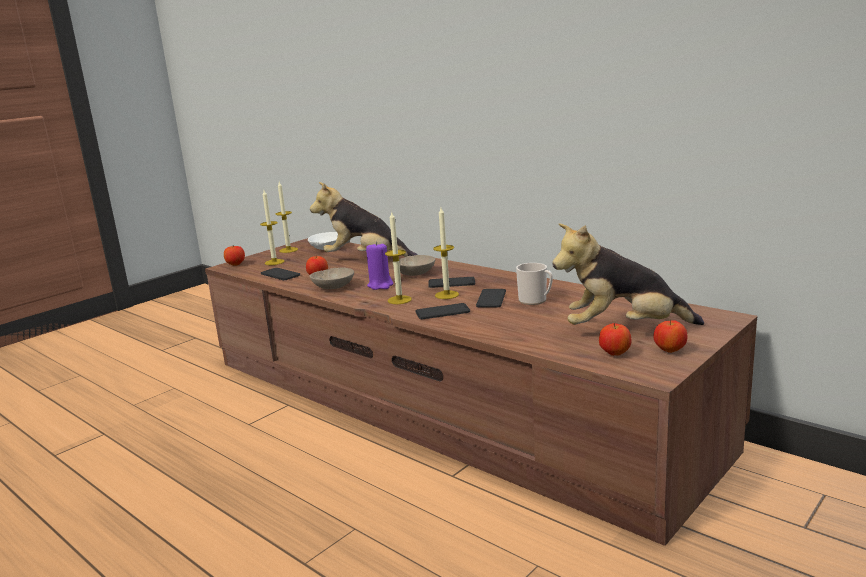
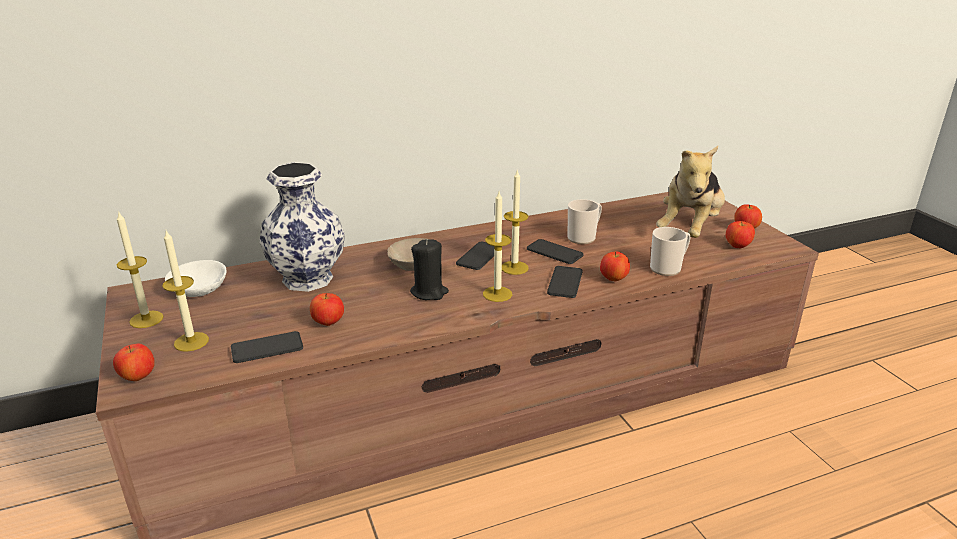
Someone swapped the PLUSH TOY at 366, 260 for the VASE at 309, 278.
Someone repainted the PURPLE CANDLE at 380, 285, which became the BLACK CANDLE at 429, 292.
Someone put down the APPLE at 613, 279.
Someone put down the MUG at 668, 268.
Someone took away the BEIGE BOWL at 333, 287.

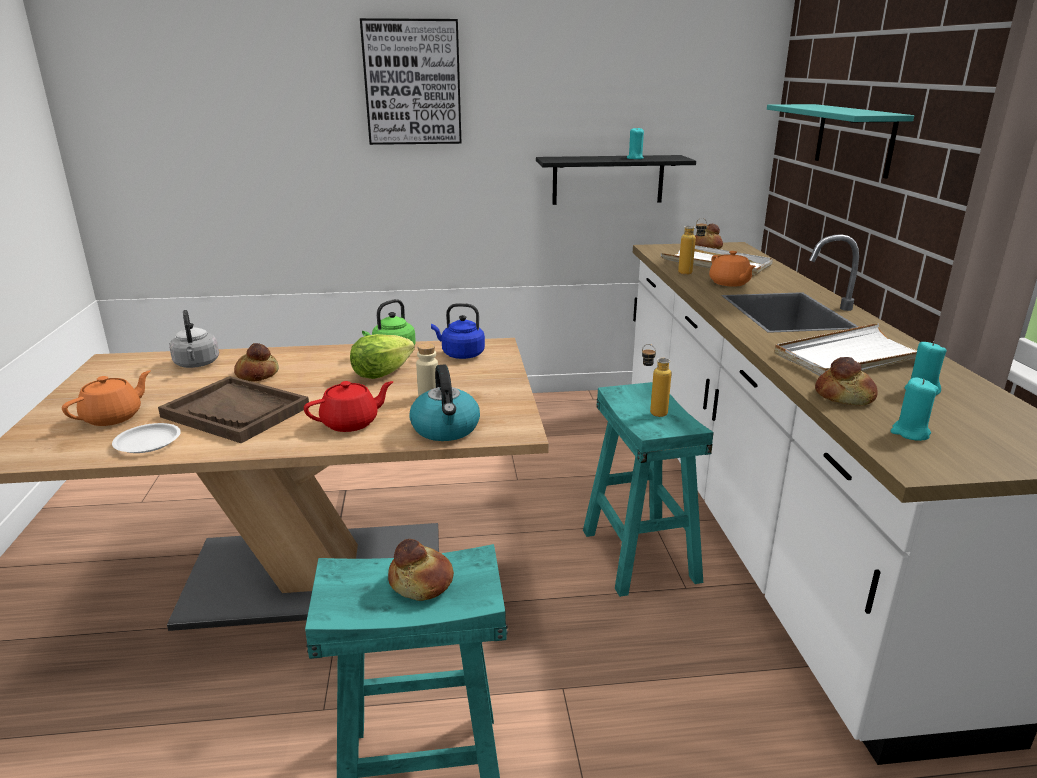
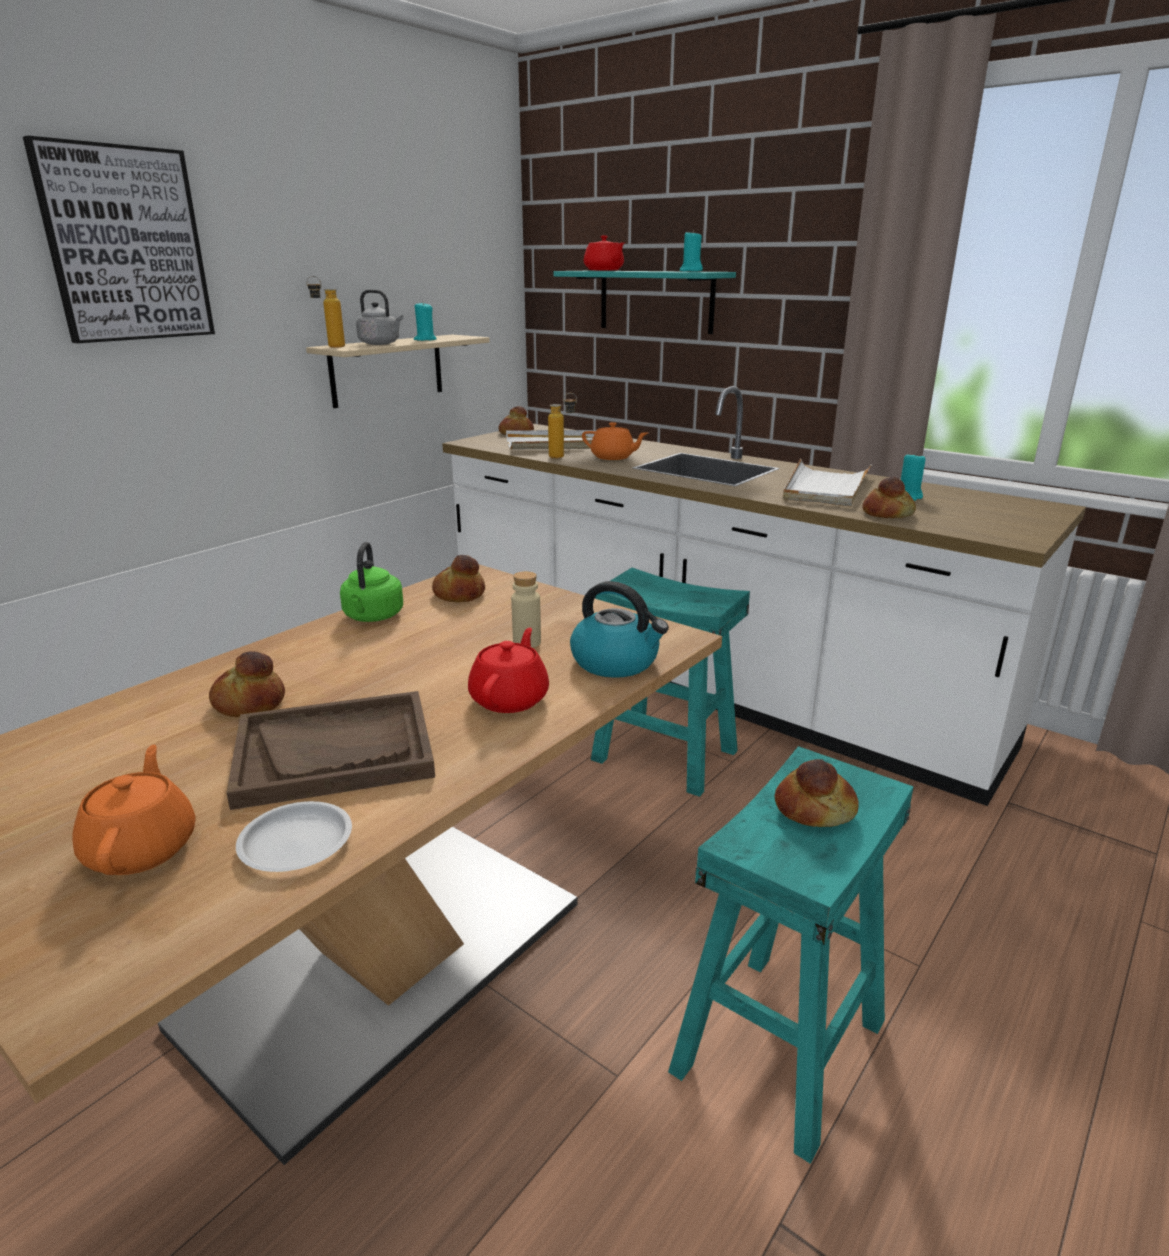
Someone carried the BOTTLE from 652, 411 to 329, 347.
Someone repainted the BLACK SHELF at 608, 179, which became the BEIGE SHELF at 387, 370.
Someone carried the GREY KETTLE from 197, 364 to 381, 344.
Someone swapped the BLUE KETTLE at 460, 354 for the BREAD at 458, 594.
Someone put down the RED TEAPOT at 604, 270.
Someone carried the TURQUOISE CANDLE from 910, 433 to 690, 271.
Someone took away the LETTUCE at 381, 373.

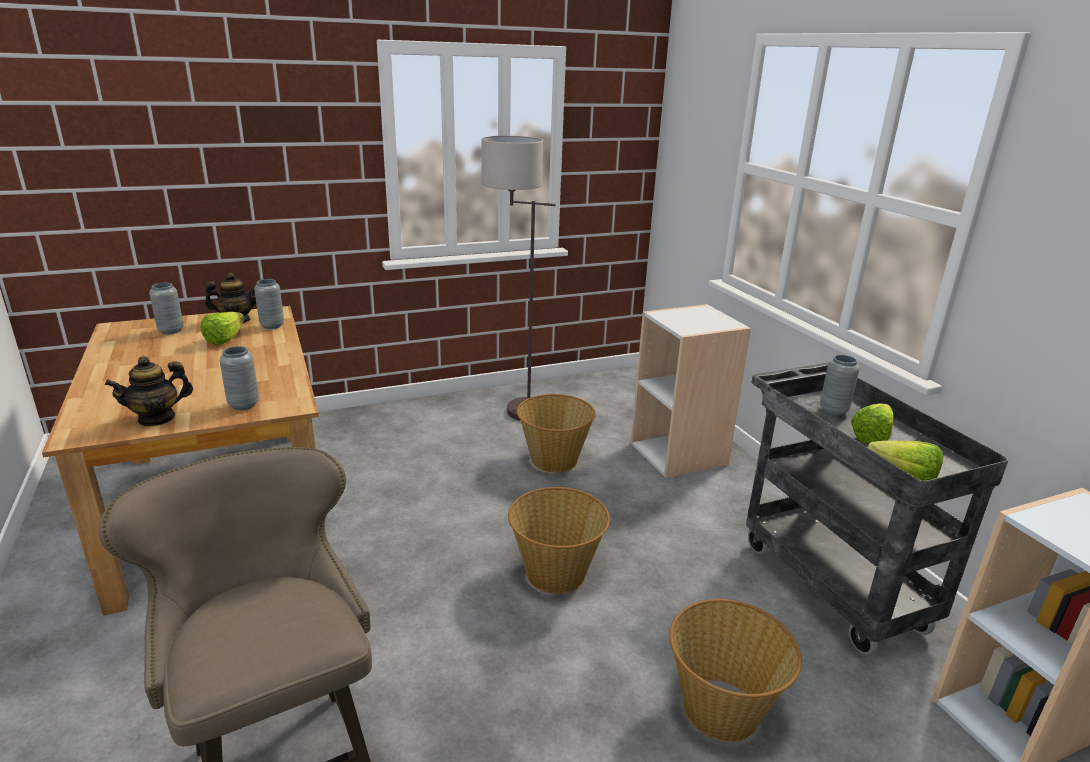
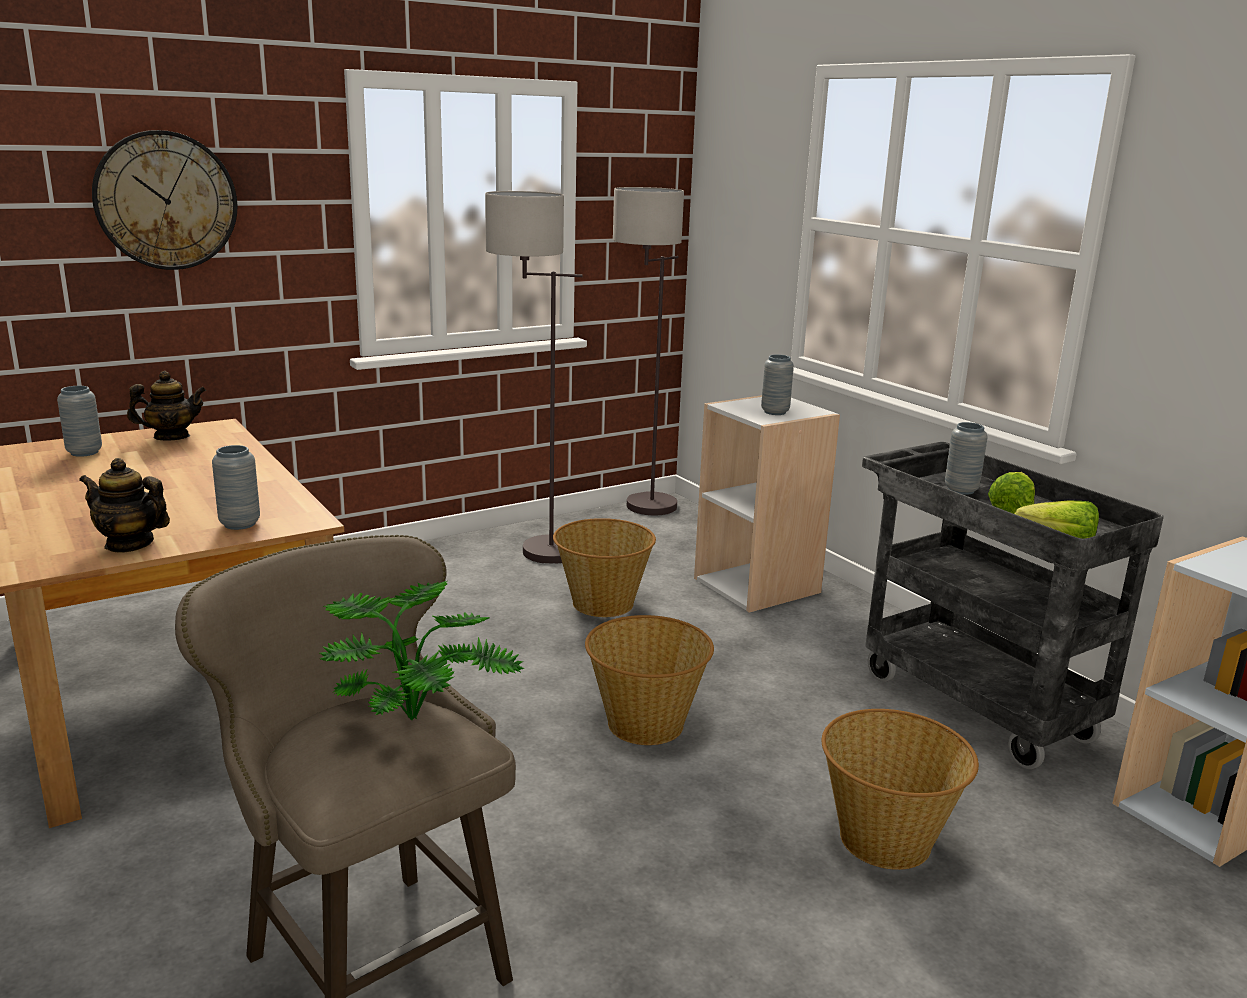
Someone rotated the TEAPOT at 157, 418 by 60 degrees clockwise.
Someone put up the WALL CLOCK at 166, 201.
Someone put down the POTTED PLANT at 417, 712.
Someone put down the GREY FLOOR LAMP at 641, 510.
Someone carried the GREY VASE from 272, 326 to 775, 412.
Someone took away the LETTUCE at 229, 338.

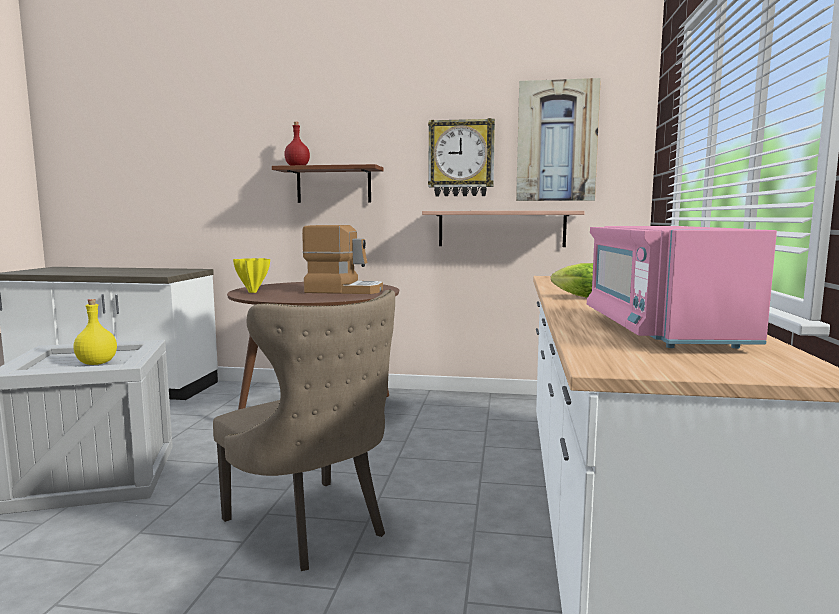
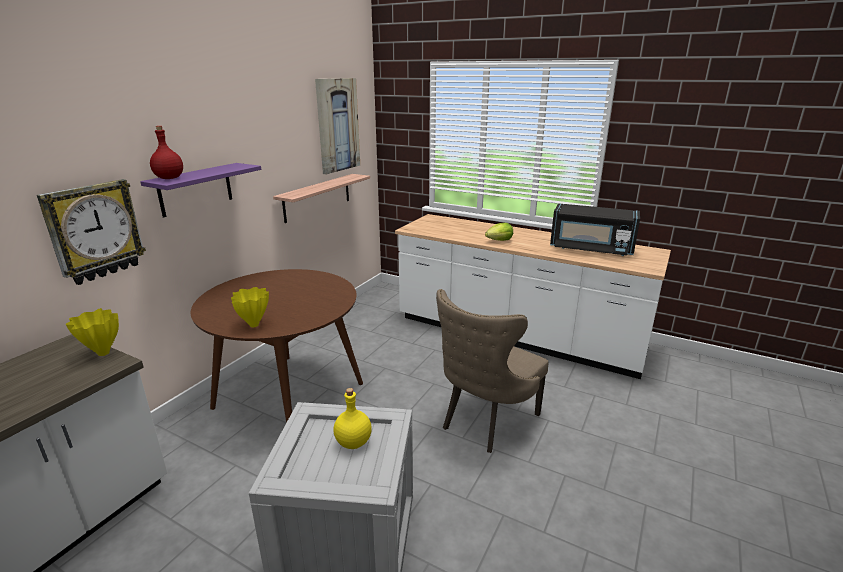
Someone carried the WALL CLOCK from 461, 158 to 94, 231.
Someone put down the YELLOW VASE at 102, 353.
Someone repainted the BROWN SHELF at 333, 185, which became the PURPLE SHELF at 196, 189.
Someone rotated the BEIGE CHAIR at 312, 526 by 150 degrees clockwise.
Someone repainted the PINK MICROWAVE at 661, 330, which became the BLACK MICROWAVE at 591, 249.
Someone took away the COFFEE MACHINE at 344, 290.

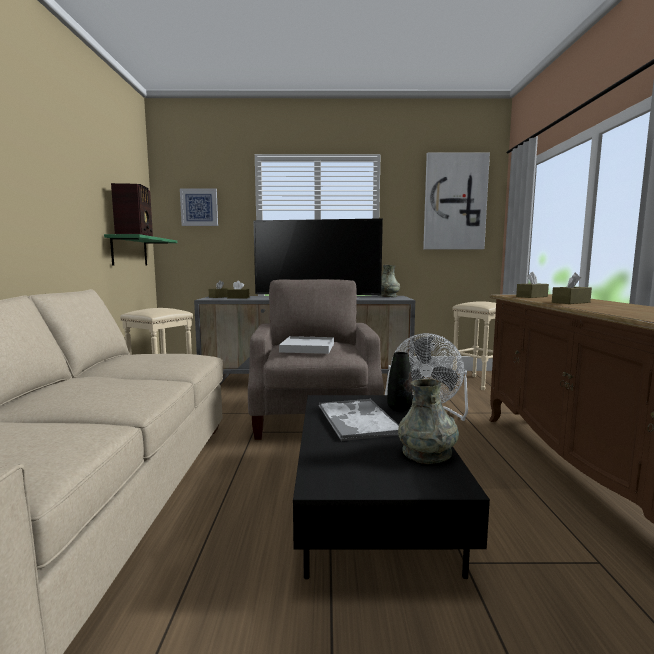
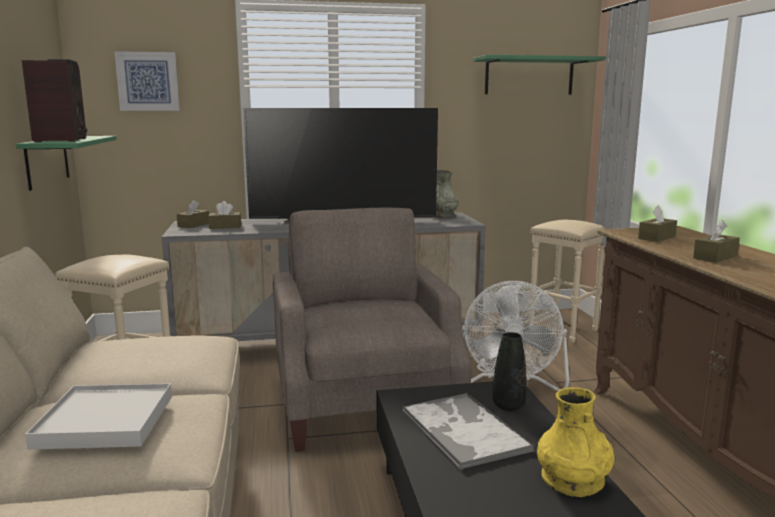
Someone carried the WHITE TRAY from 308, 348 to 106, 421.
Someone swapped the PICTURE at 455, 202 for the GREEN SHELF at 529, 76.
Someone repainted the GREY VASE at 427, 453, which became the YELLOW VASE at 572, 479.

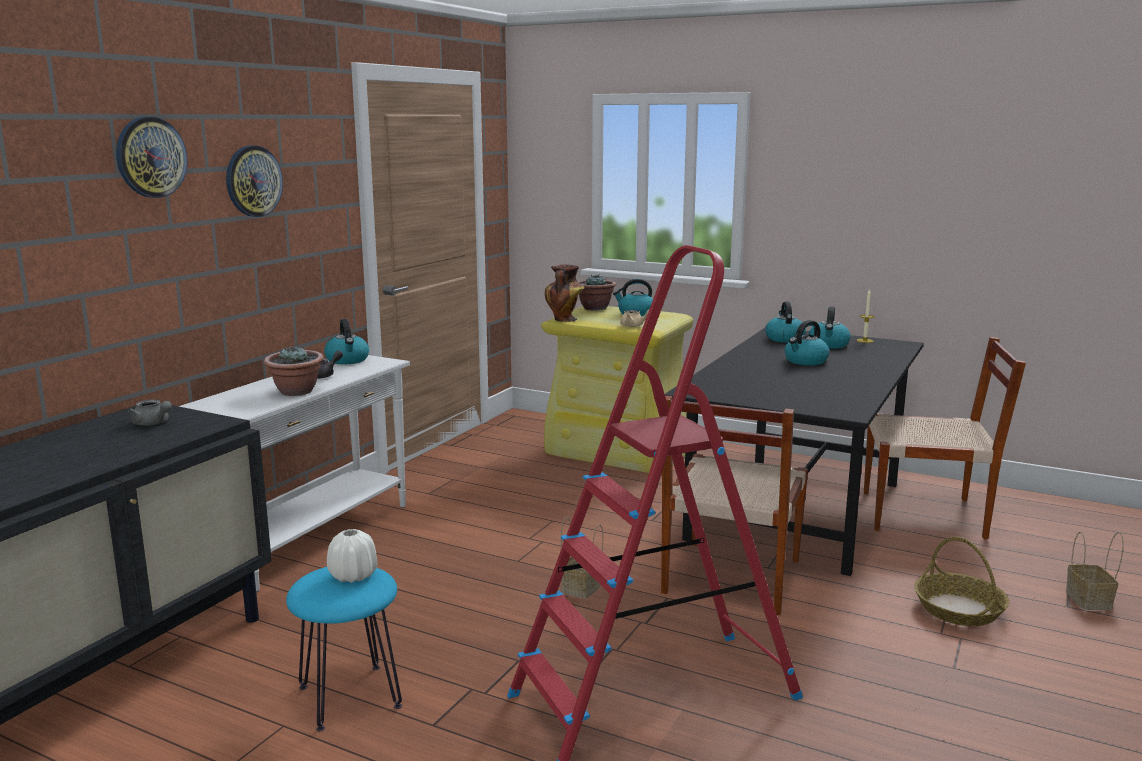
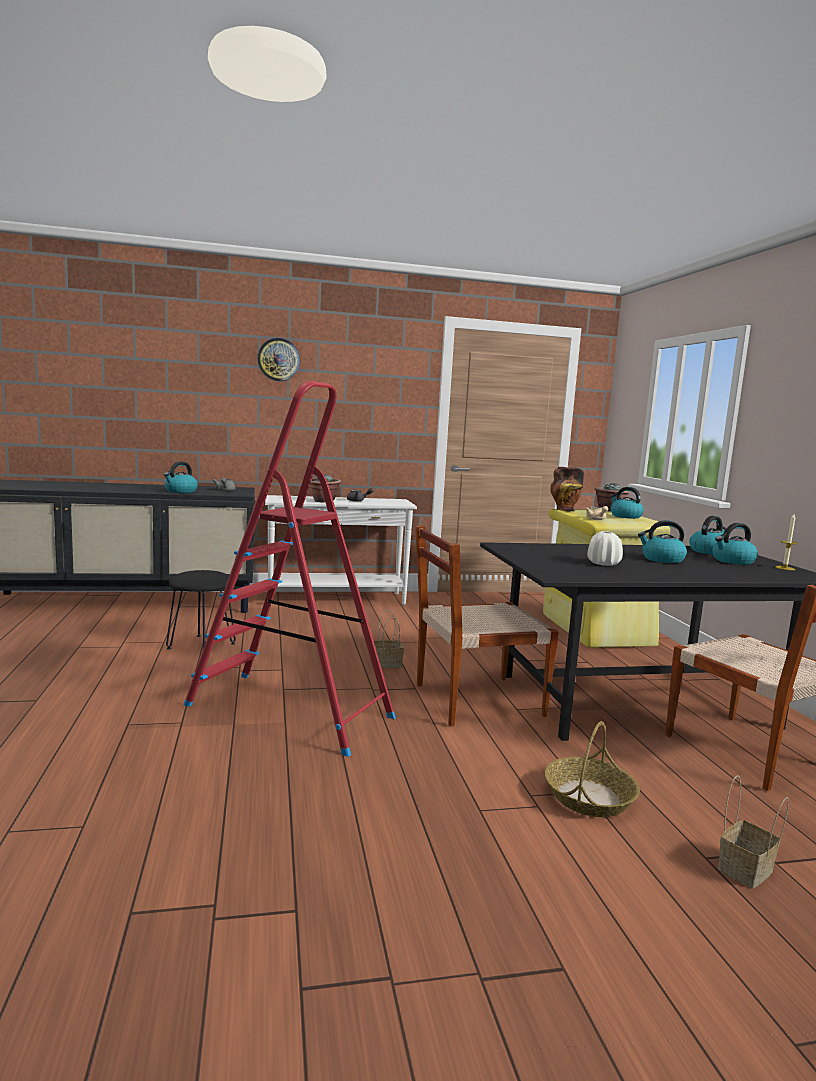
Someone carried the KETTLE from 347, 360 to 180, 491.
Someone repainted the TURQUOISE STOOL at 350, 696, which became the BLACK STOOL at 201, 646.
Someone carried the WHITE VASE from 353, 576 to 603, 564.
Someone took away the WALL CLOCK at 253, 181.

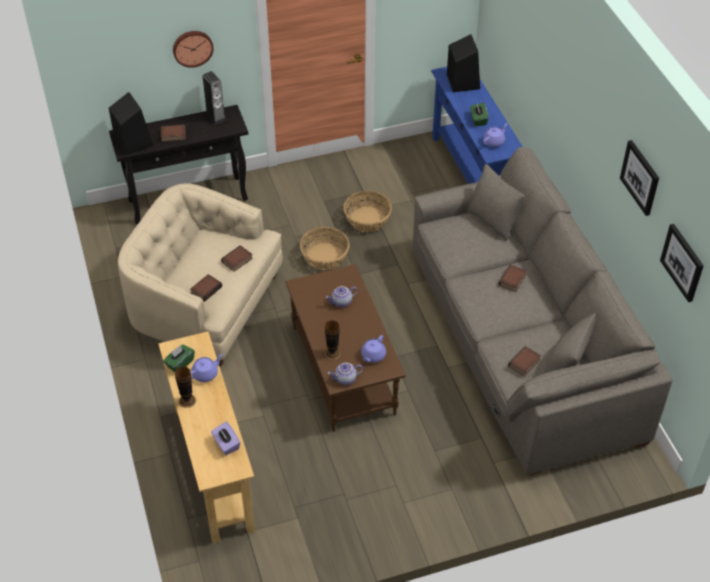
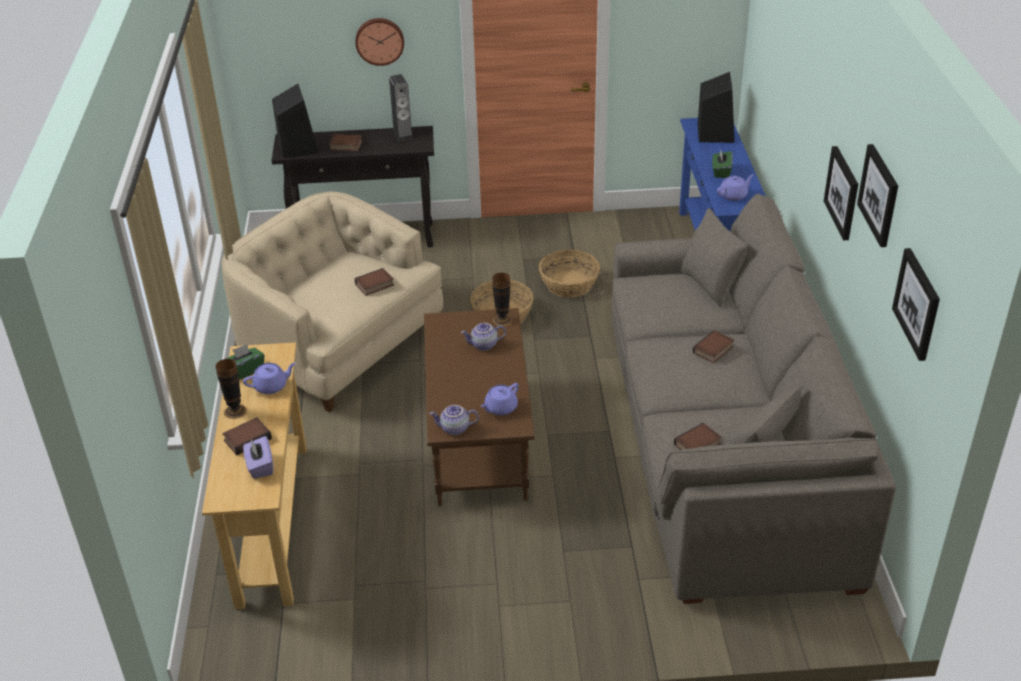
Someone carried the BOOK from 206, 289 to 247, 439.
Someone carried the VASE from 332, 353 to 502, 320.
Someone put up the PICTURE at 843, 192.

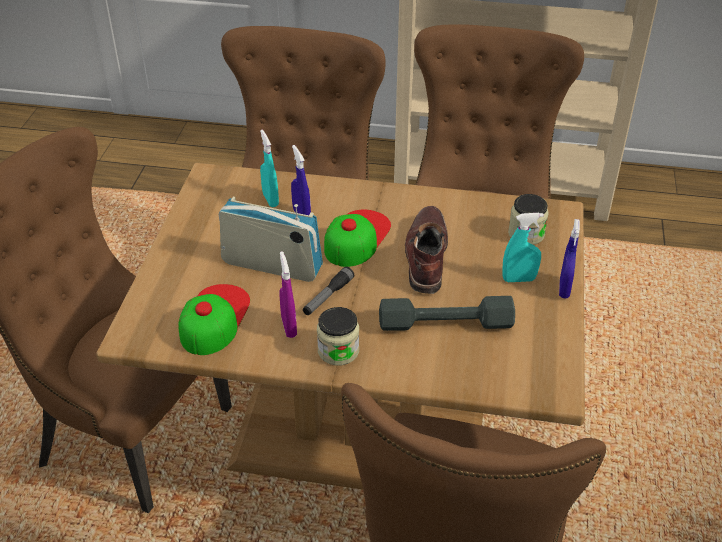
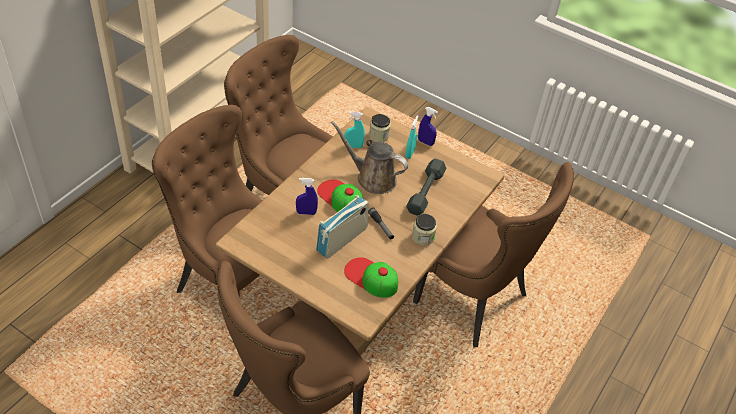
Someone swapped the BROWN BOOT at 425, 256 for the BROWN WATERING CAN at 372, 178.
Someone carried the TURQUOISE SPRAY BOTTLE from 270, 199 to 353, 146.
Someone took away the PURPLE SPRAY BOTTLE at 289, 327.

